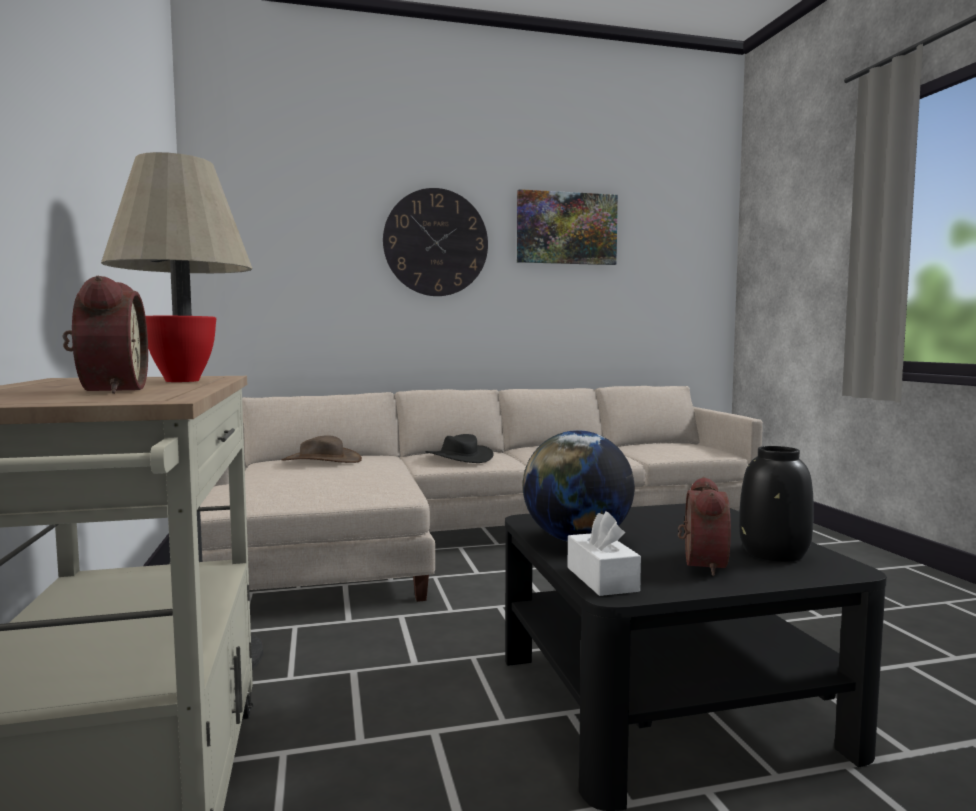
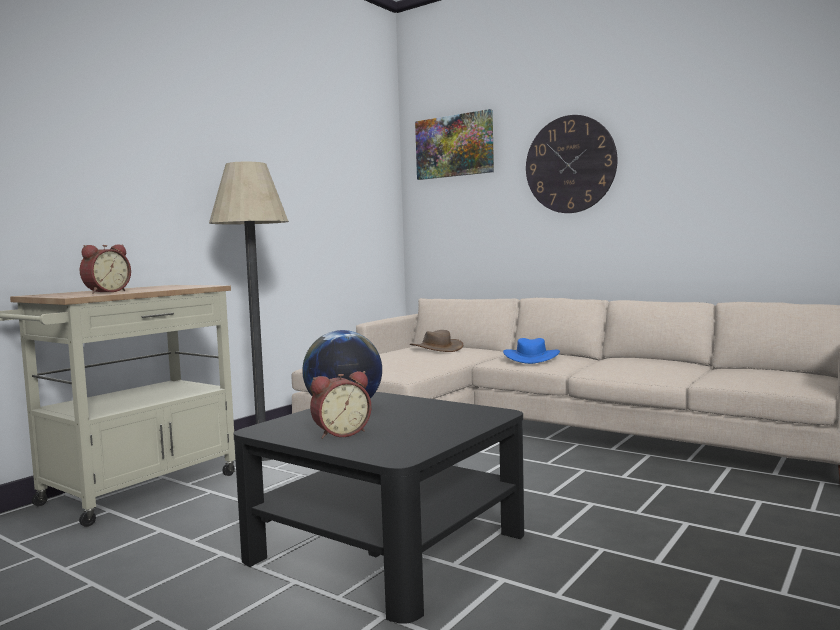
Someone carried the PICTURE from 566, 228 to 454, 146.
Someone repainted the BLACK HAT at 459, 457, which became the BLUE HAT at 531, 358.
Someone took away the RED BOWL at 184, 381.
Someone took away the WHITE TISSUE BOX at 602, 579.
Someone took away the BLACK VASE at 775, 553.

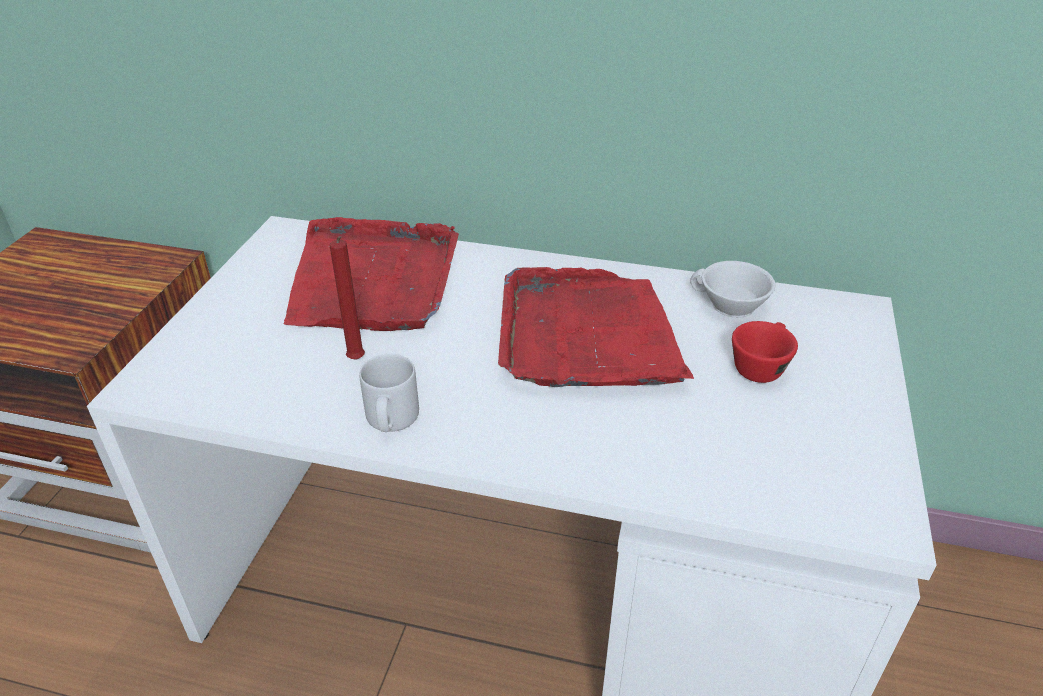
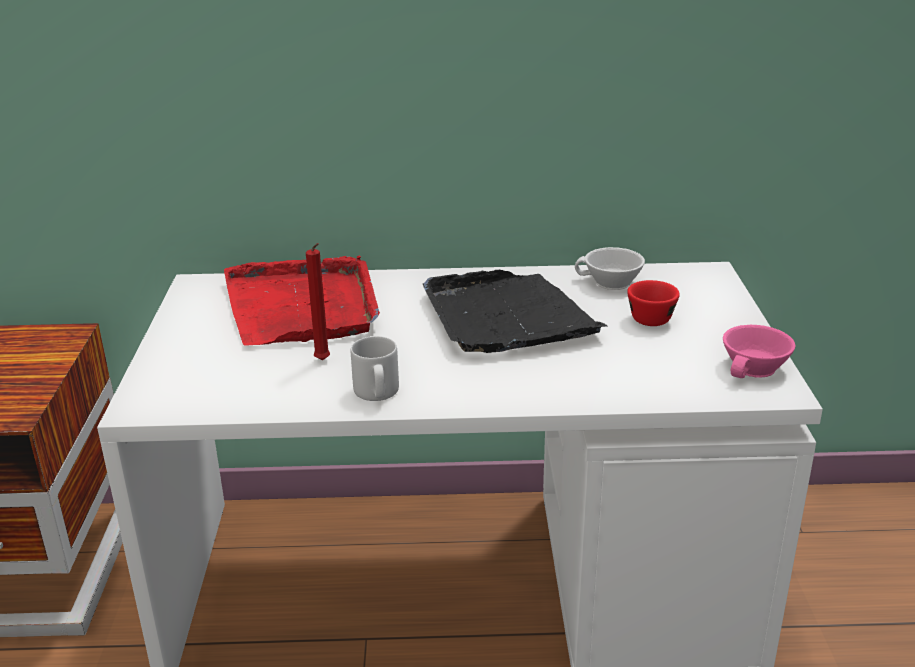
Someone repainted the RED TRAY at 586, 335, which became the BLACK TRAY at 507, 317.
Someone put down the PINK CUP at 756, 369.

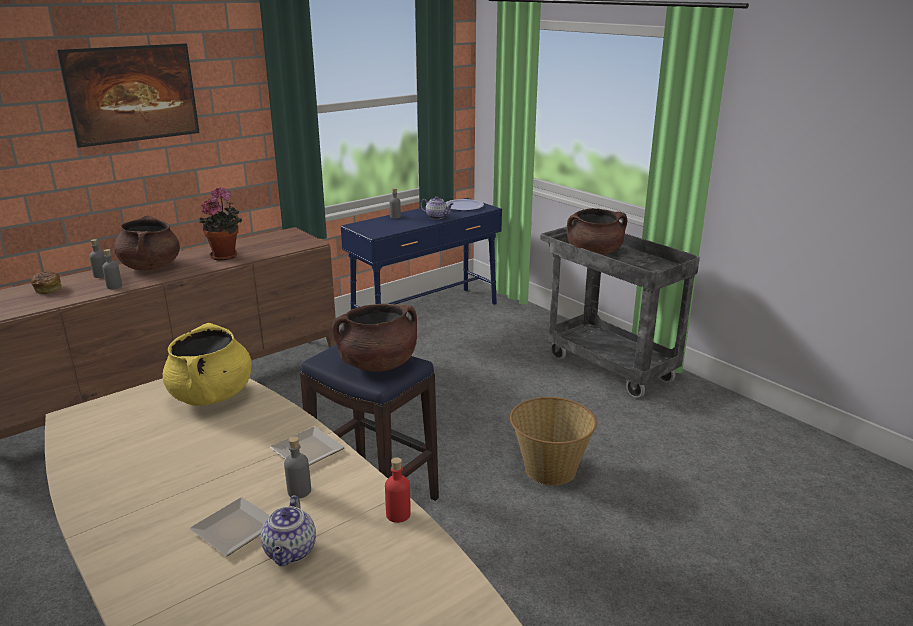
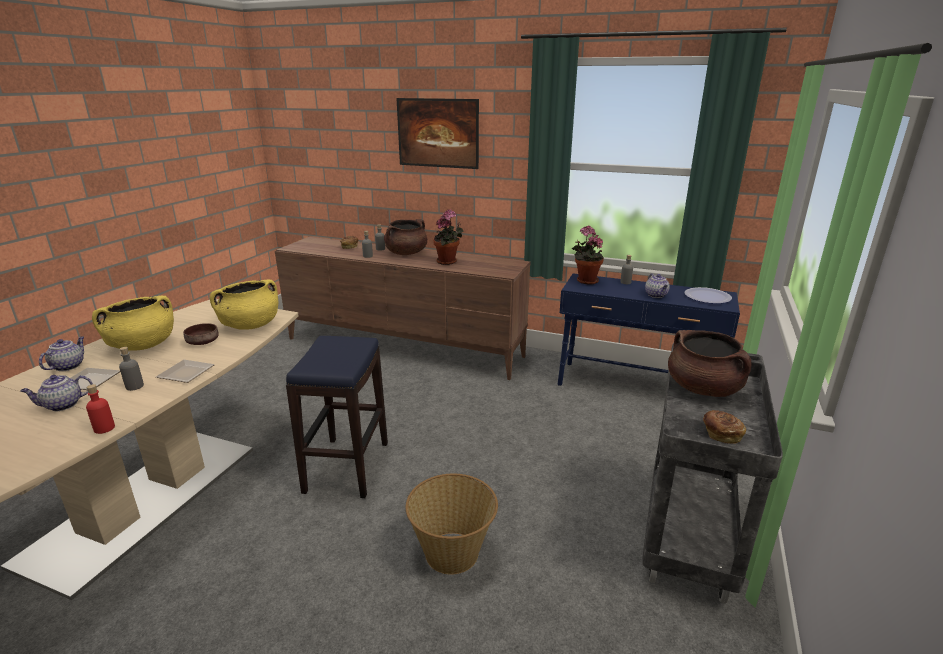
Someone put down the TEAPOT at 68, 366.
Someone put down the YELLOW COOKING POT at 142, 345.
Someone put down the BROWN BOWL at 203, 342.
Someone put down the POTTED PLANT at 585, 281.
Someone put down the BREAD at 721, 434.
Someone took away the BROWN COOKING POT at 377, 364.

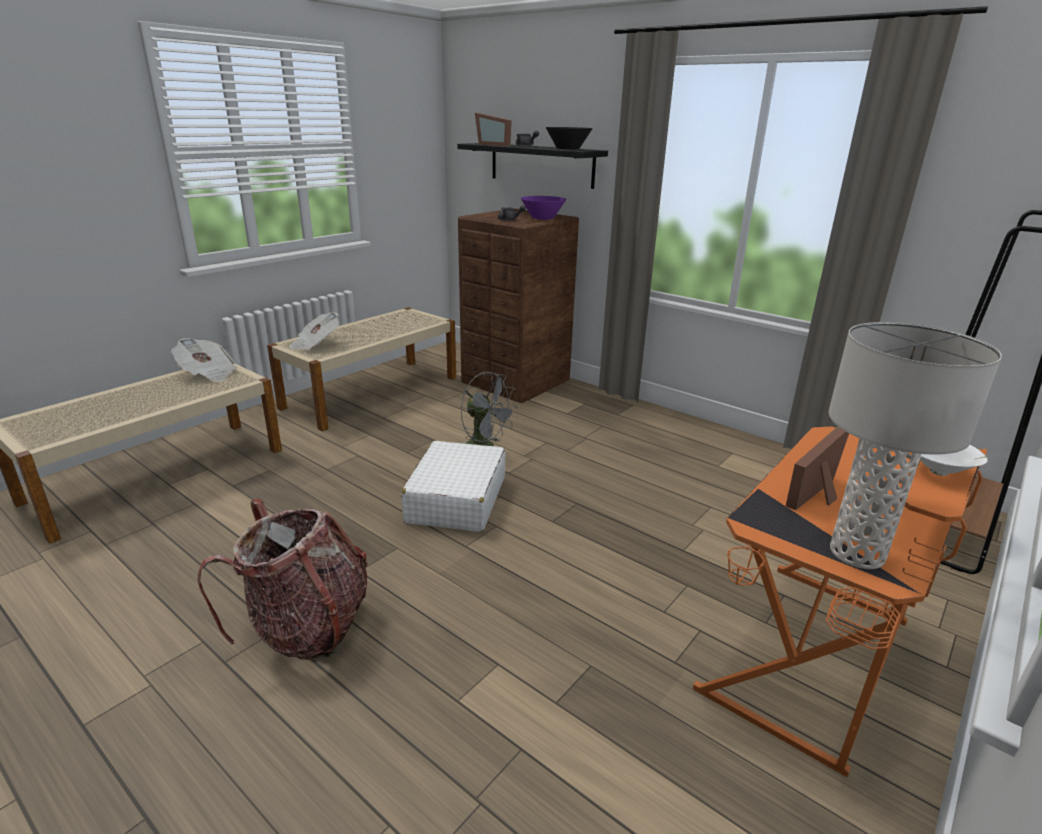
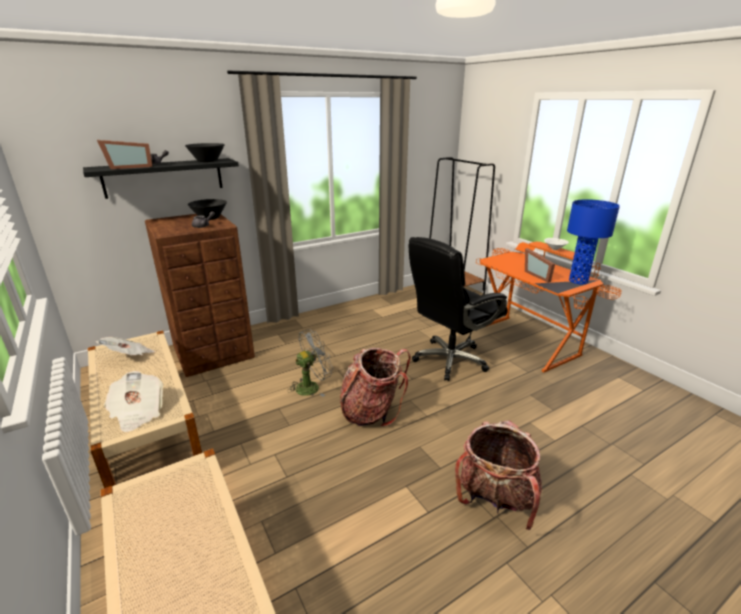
Someone carried the NEWSPAPER from 208, 374 to 130, 356.
Someone repainted the PURPLE BOWL at 542, 218, which became the BLACK BOWL at 210, 218.
Someone swapped the WHITE SUITCASE at 456, 499 for the BACKPACK at 372, 411.
Someone put down the BLACK OFFICE CHAIR at 451, 359.
Someone repainted the WHITE TABLE LAMP at 857, 552, which became the BLUE TABLE LAMP at 578, 281.

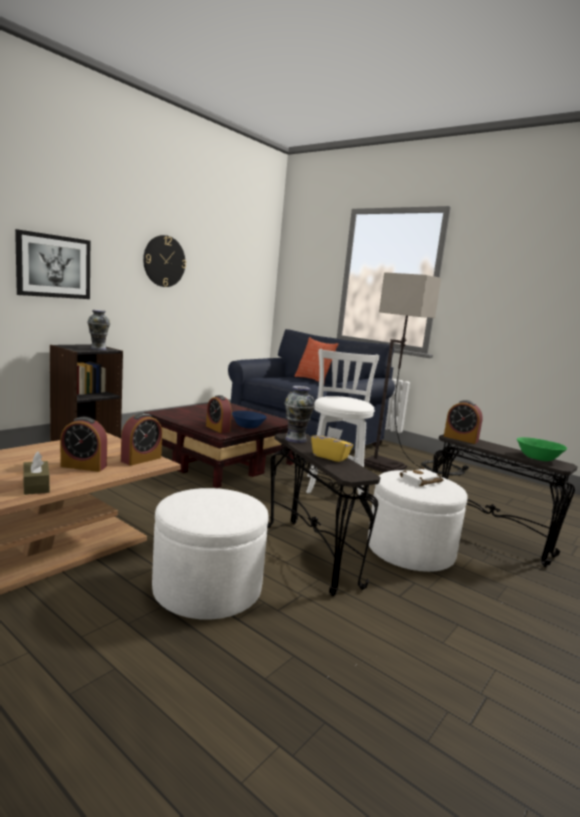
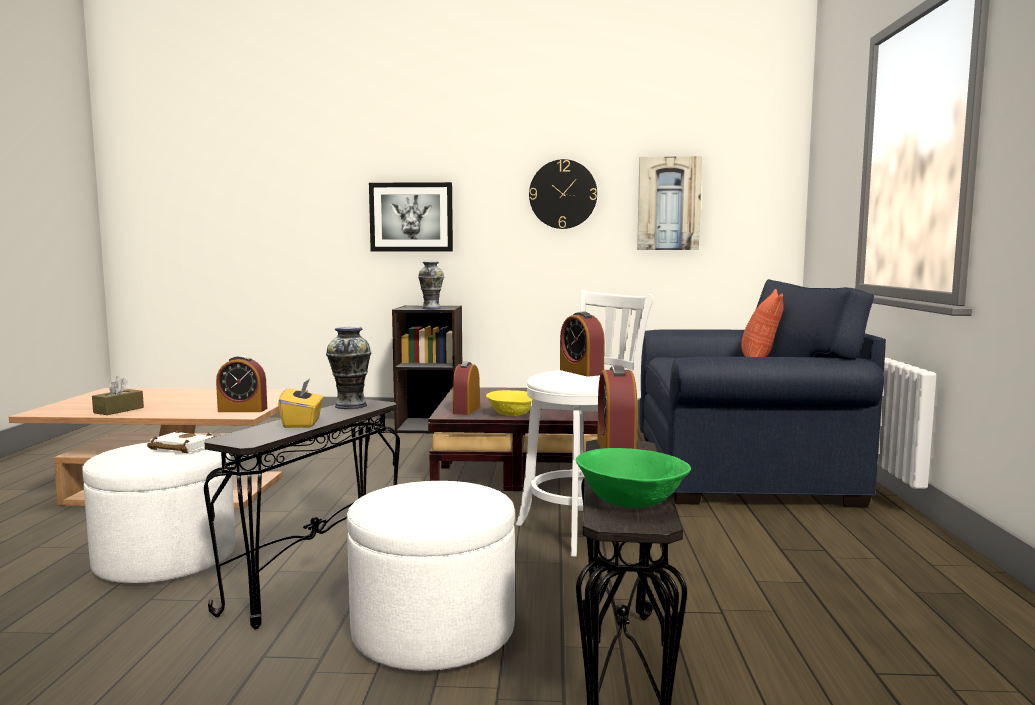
Someone carried the WHITE BOOK from 421, 481 to 179, 447.
Someone repainted the BLUE BOWL at 247, 427, which became the YELLOW BOWL at 511, 414.
Someone carried the ALARM CLOCK from 83, 466 to 581, 372.
Someone put up the PICTURE at 668, 204.
Someone took away the FLOOR LAMP at 416, 468.

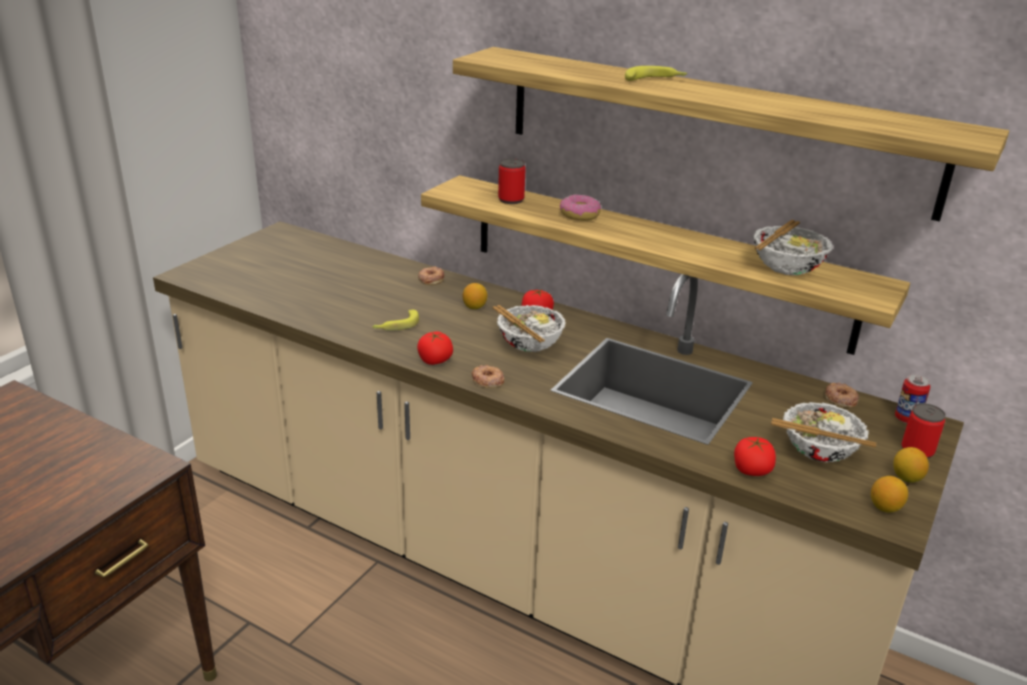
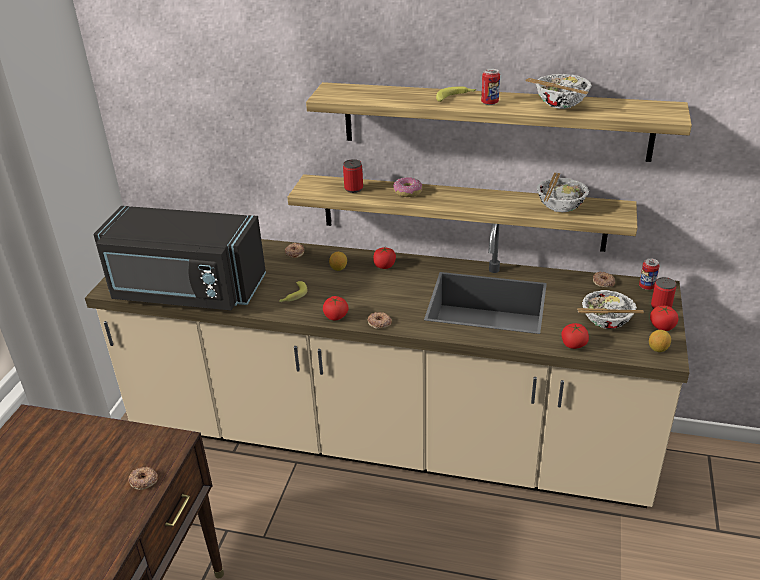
Someone put down the BLACK MICROWAVE at 186, 291.
Someone put down the DONUT at 143, 480.
Someone put down the CAN at 489, 103.
Someone carried the BOWL from 529, 345 to 560, 105.
Someone swapped the LEMON at 906, 478 for the TOMATO at 662, 326.

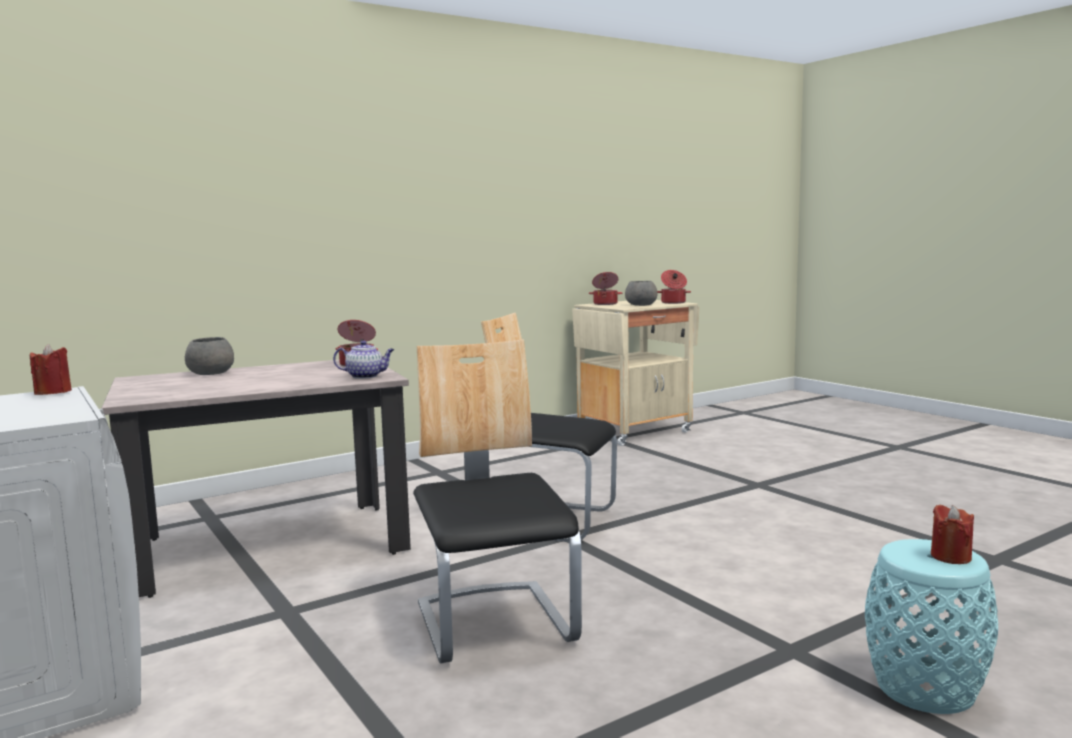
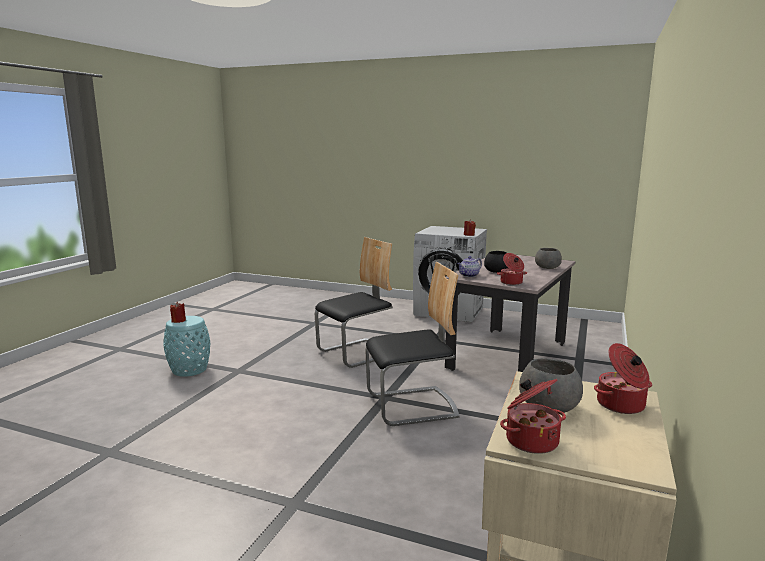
Someone rotated the CHAIR at 495, 623 by 75 degrees counterclockwise.
Someone put down the BLACK BOWL at 497, 271.

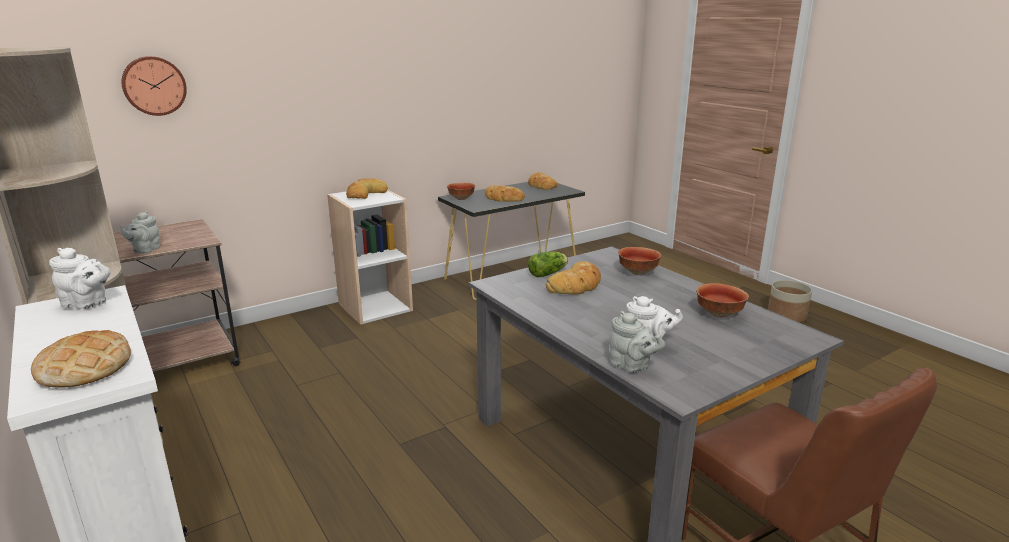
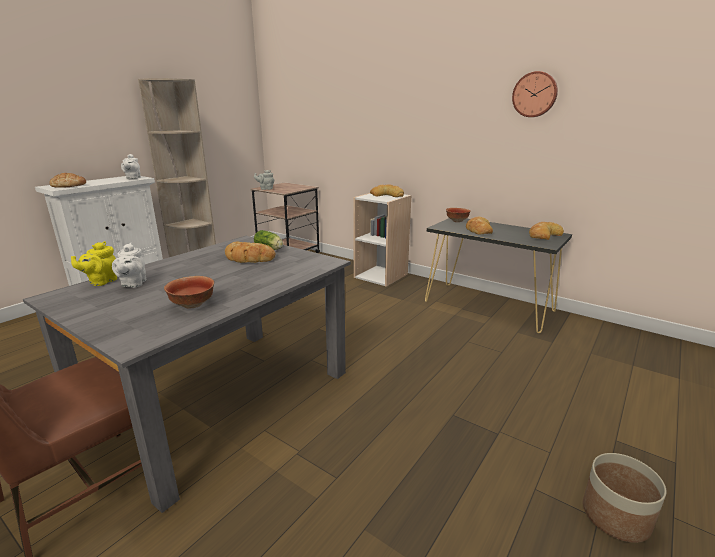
Someone repainted the GREY TEAPOT at 631, 366, which became the YELLOW TEAPOT at 101, 282.
Someone carried the WALL CLOCK from 154, 85 to 535, 94.
Someone took away the BOWL at 637, 272.

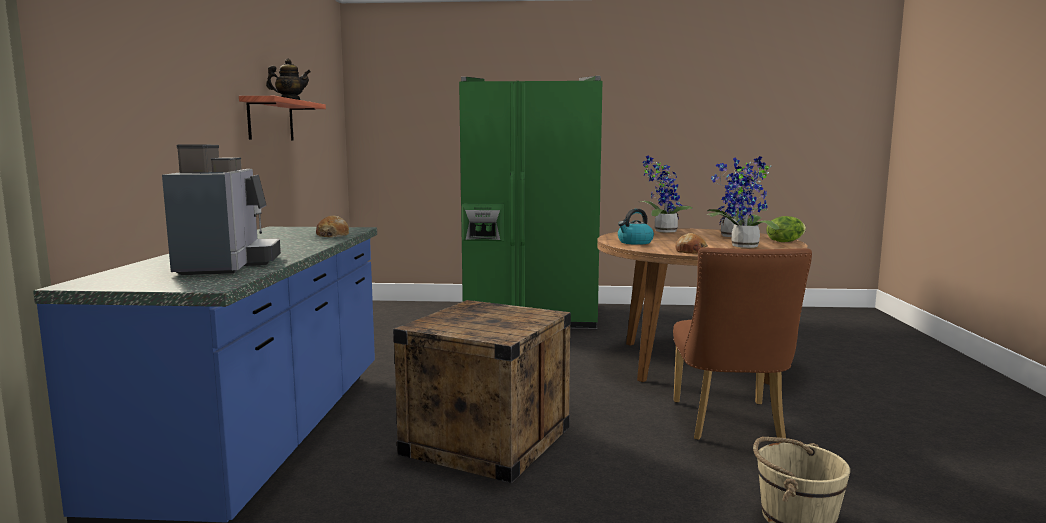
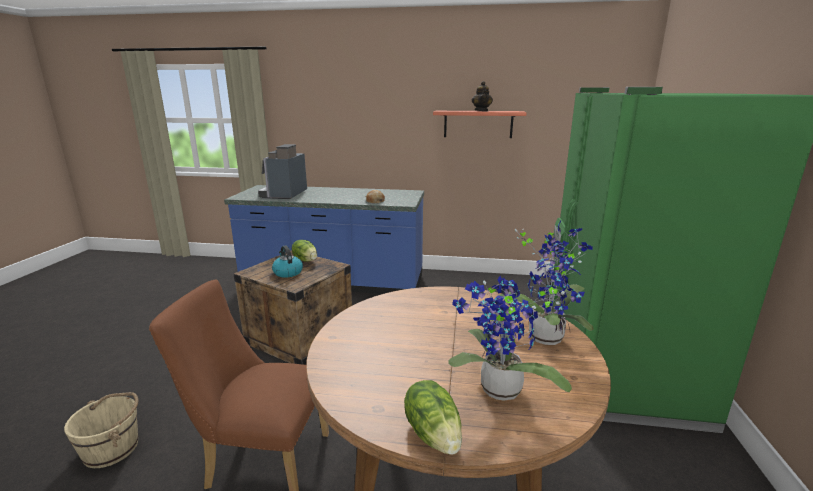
Someone rotated the COFFEE MACHINE at 227, 265 by 105 degrees clockwise.
Someone carried the KETTLE from 635, 242 to 287, 272.
Someone put down the LETTUCE at 306, 260.
Someone took away the BREAD at 691, 251.
Someone took away the POTTED PLANT at 742, 247.

